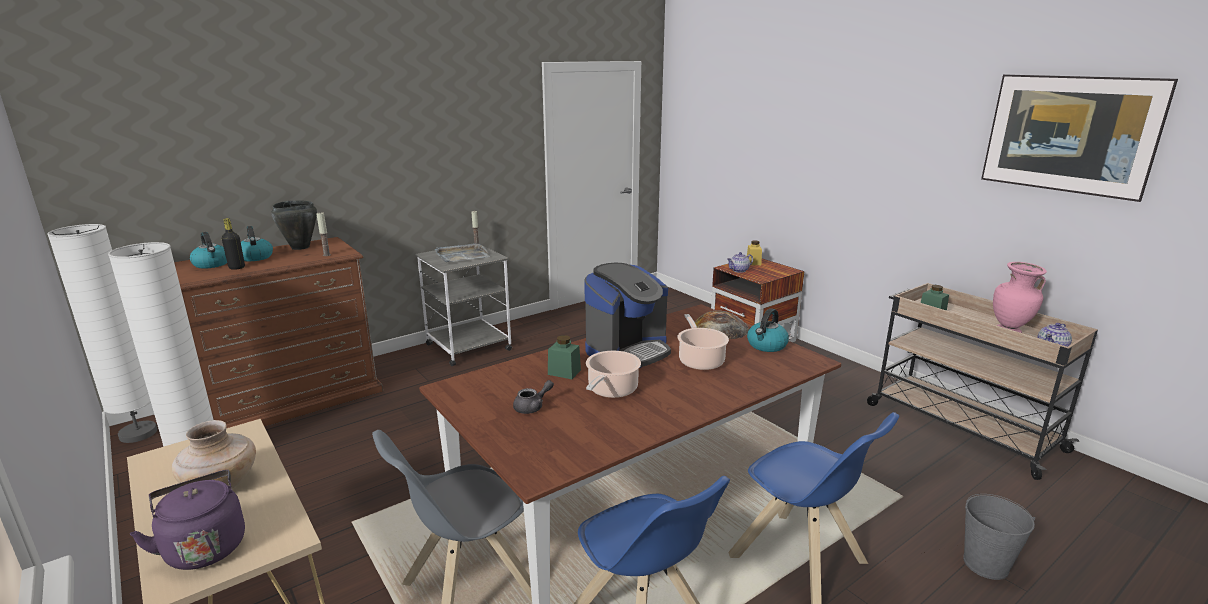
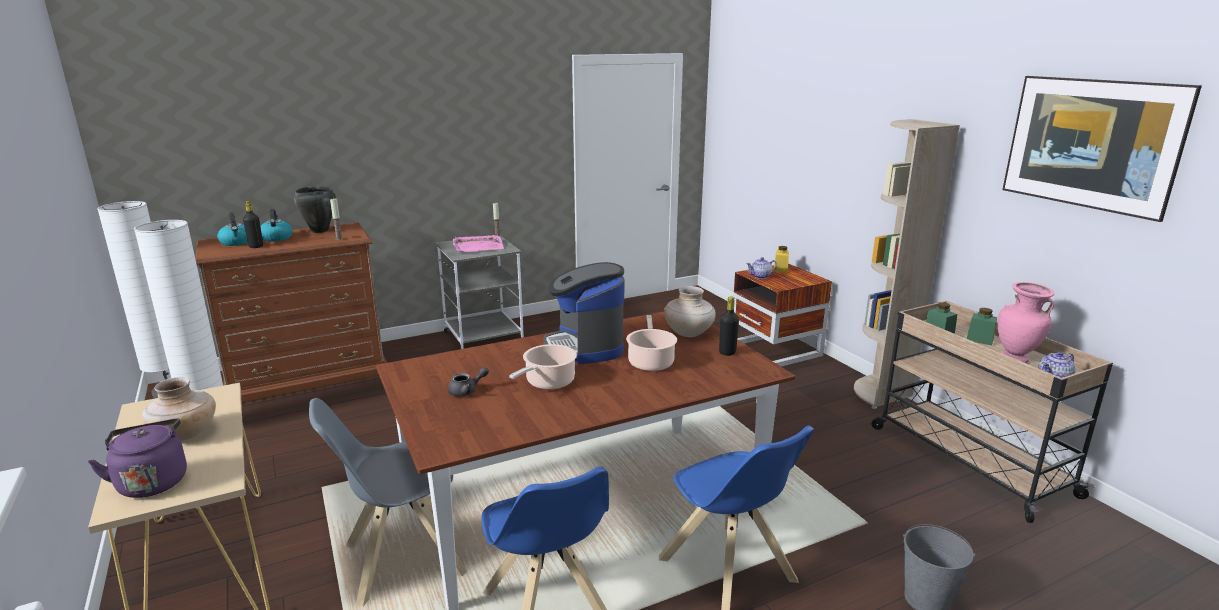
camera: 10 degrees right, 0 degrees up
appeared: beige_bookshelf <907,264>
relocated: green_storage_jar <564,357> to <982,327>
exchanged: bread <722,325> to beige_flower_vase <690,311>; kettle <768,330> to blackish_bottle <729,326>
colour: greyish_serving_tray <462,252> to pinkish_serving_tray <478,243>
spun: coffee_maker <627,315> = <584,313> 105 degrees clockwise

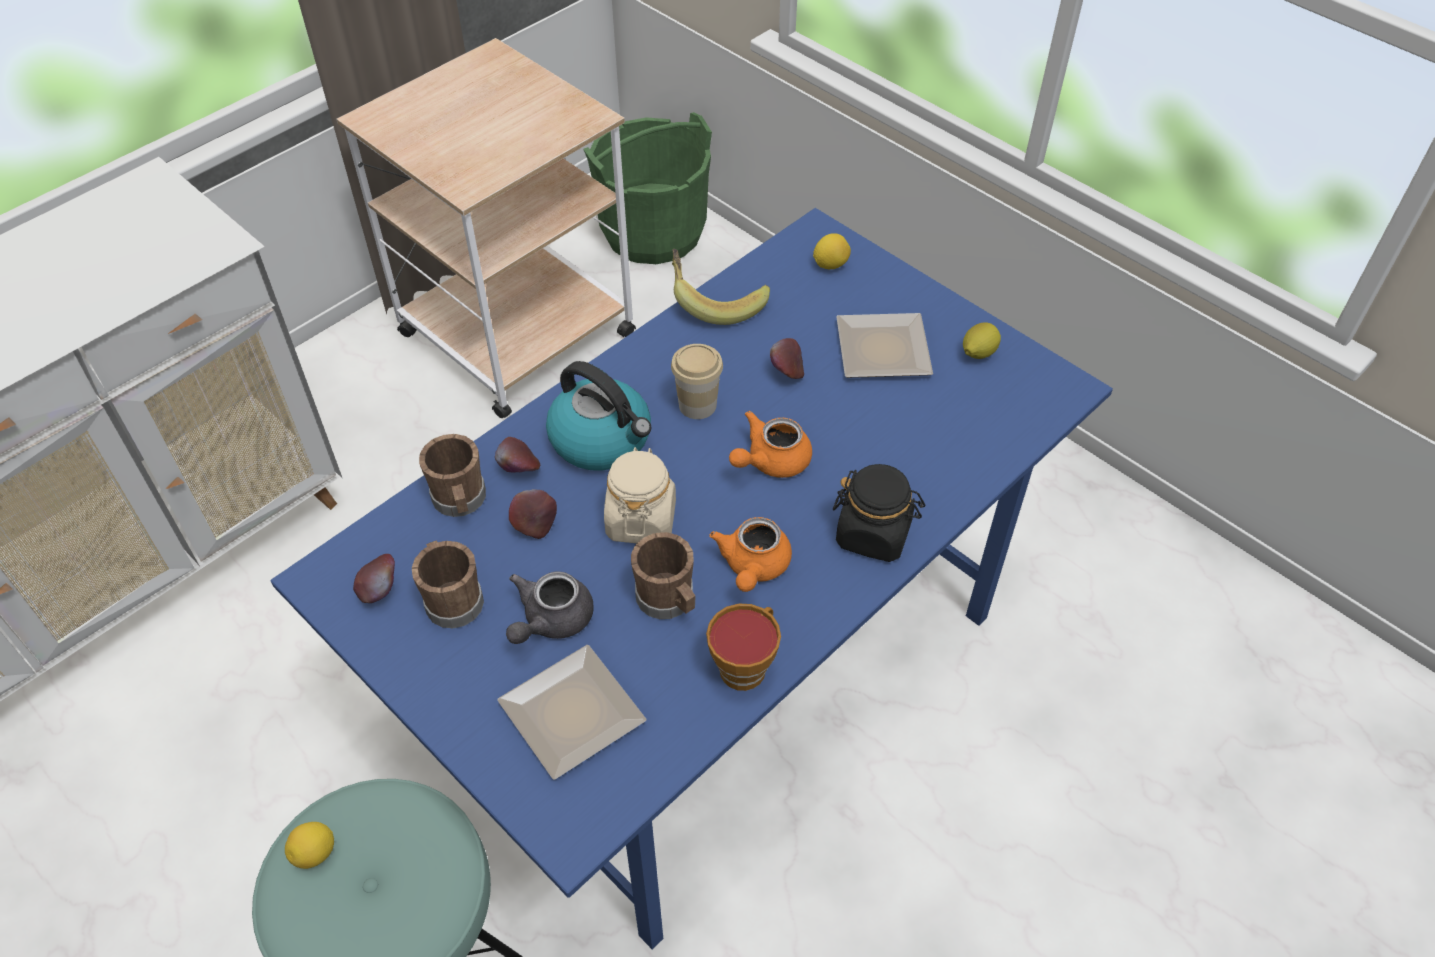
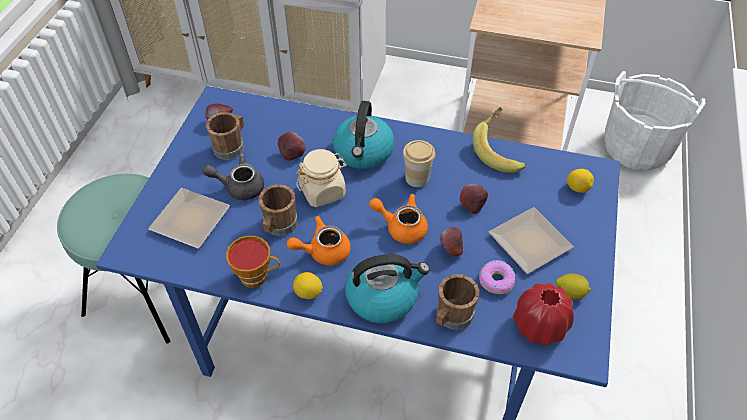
camera: 60 degrees right, 0 degrees up
appeared: doughnut <497,277>; red-coloured_flower_vase <543,314>
relocated: whole_lemon <309,845> to <308,285>; brown_mug <452,475> to <457,302>; whole_apple <517,454> to <451,241>
exchanged: blackish_storage_jar <879,513> to kettle <387,288>
colour: green_water_bucket <648,188> to white-coloured_water_bucket <655,121>

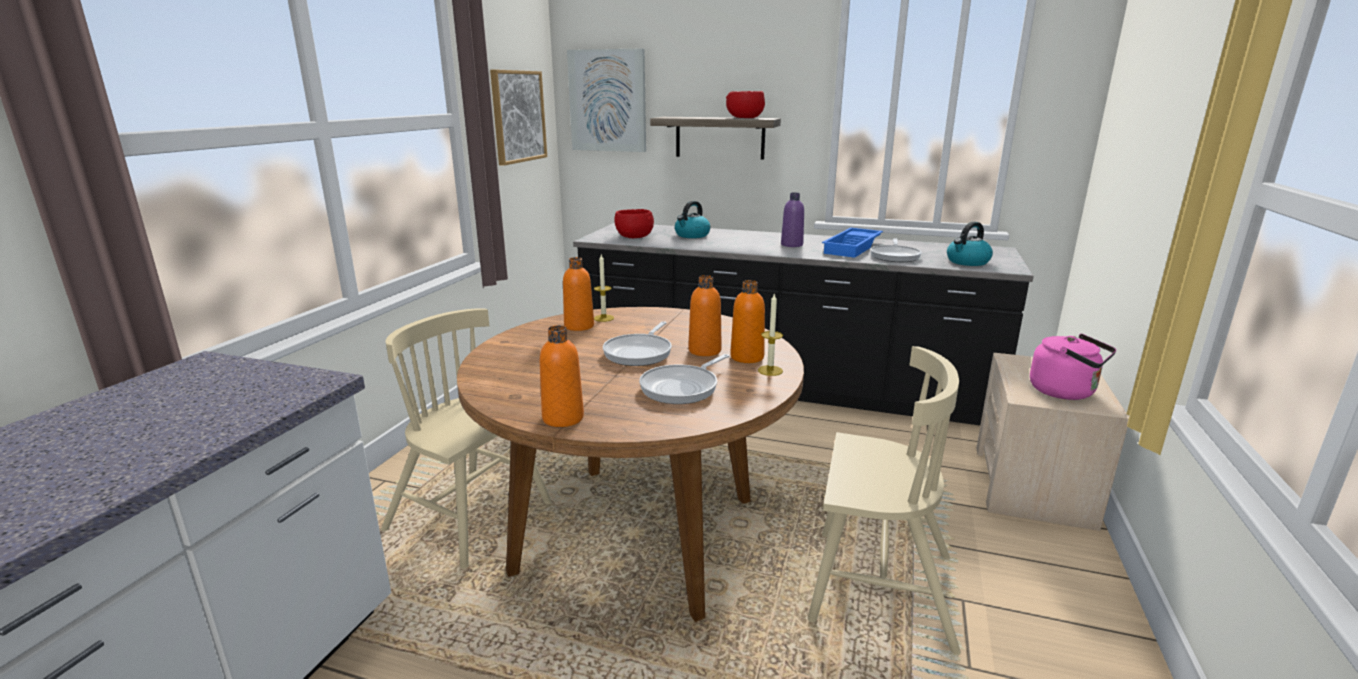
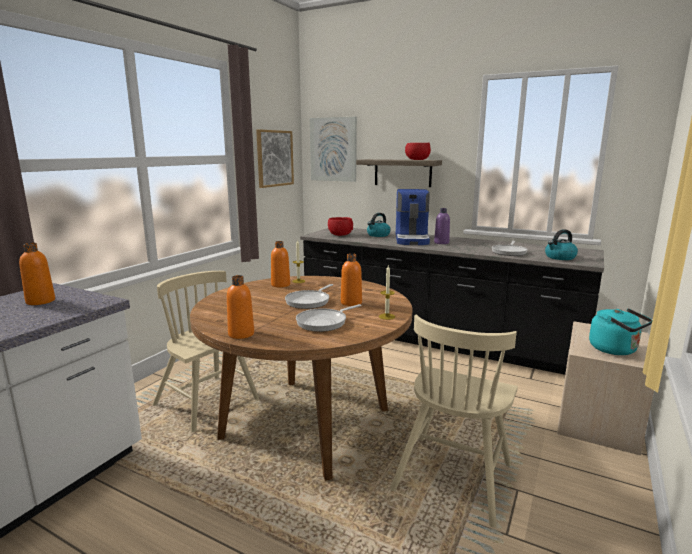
camera: 10 degrees right, 5 degrees down
missing: blue-coloured_serving_tray <852,243>
appeared: coffee_maker <413,217>
relocated: orange_bottle <747,321> to <37,274>
colour: pinkish_kettle <1073,367> to turquoise_kettle <620,331>
spun: beige_chair <884,500> = <454,421> 90 degrees clockwise

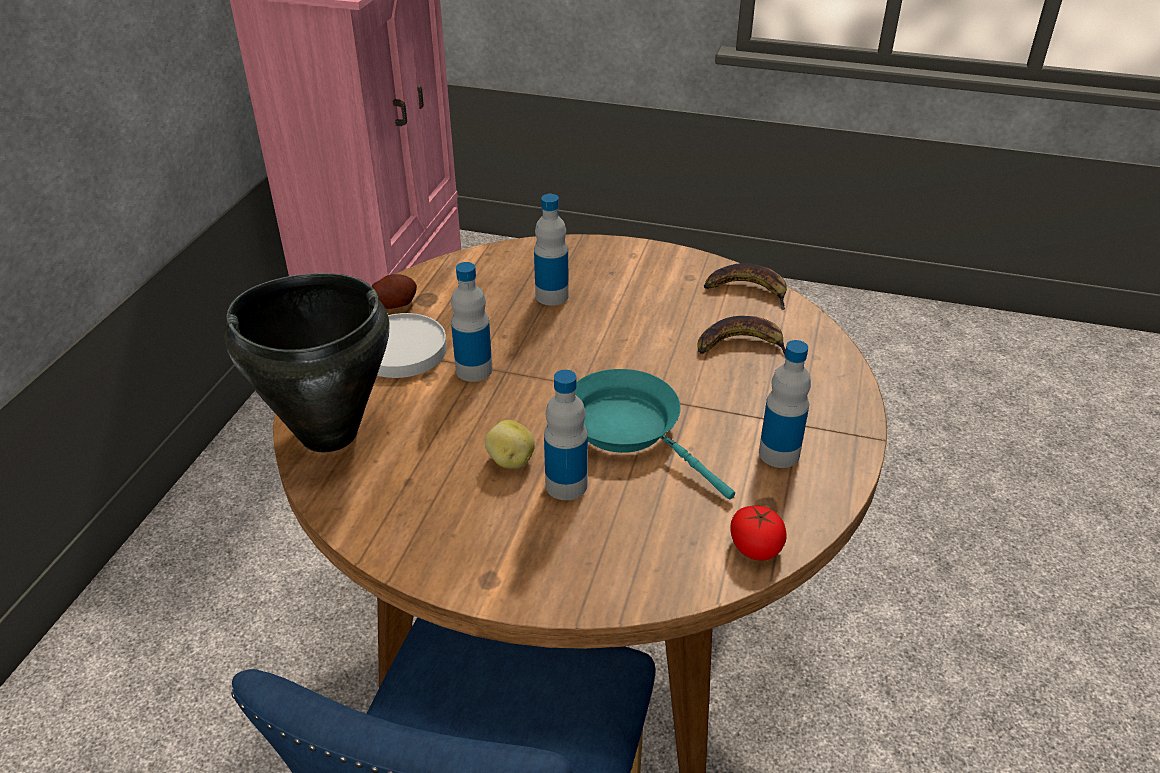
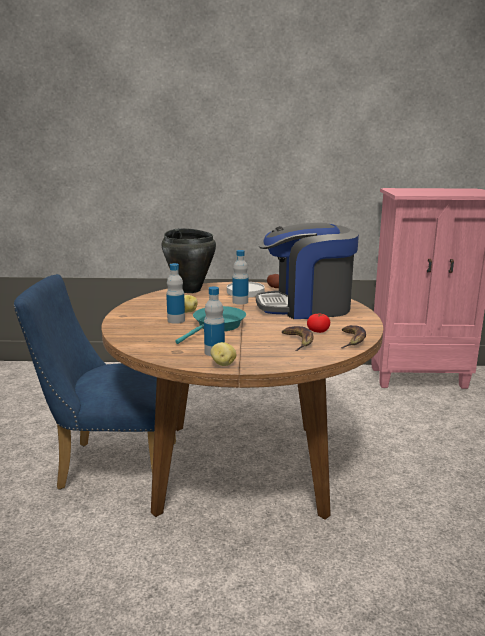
camera: 75 degrees right, 20 degrees down
appeared: spud <223,354>
relocated: tomato <758,533> to <318,323>
exchanged: bottle <551,250> to coffee_maker <307,271>

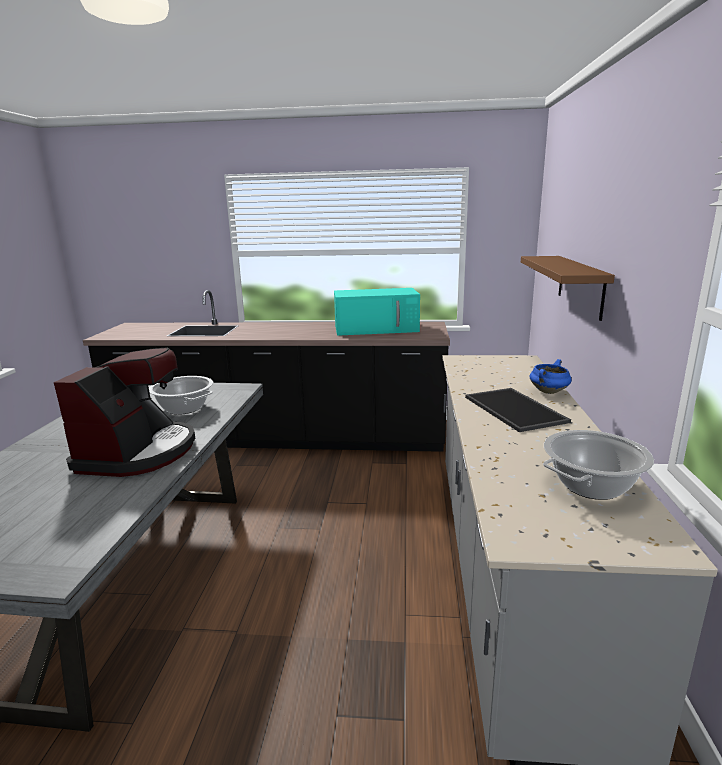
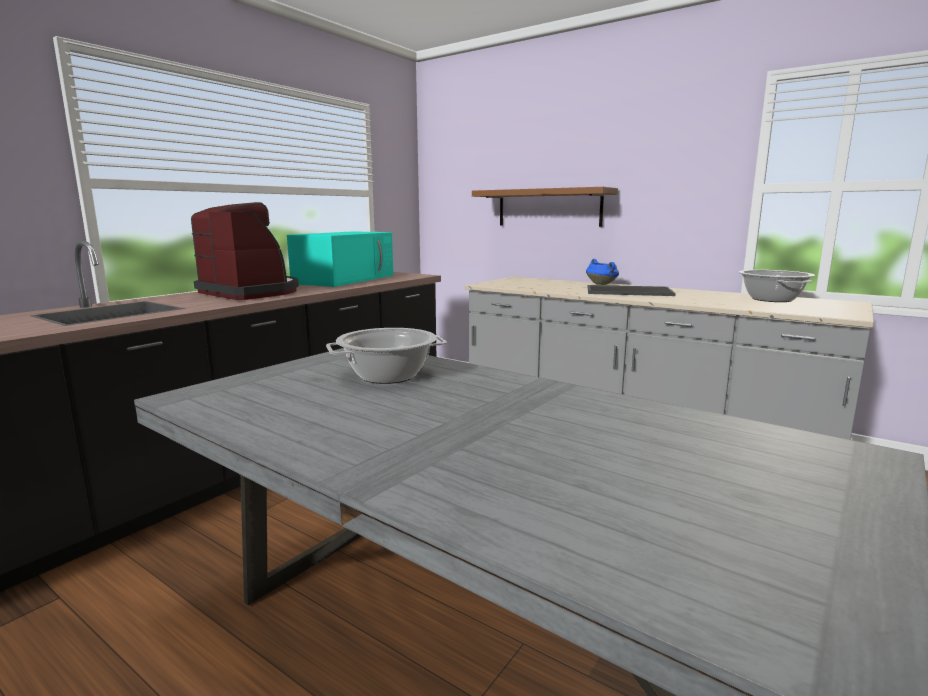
camera: 60 degrees left, 5 degrees down
relocated: coffee_maker <124,412> to <245,251>

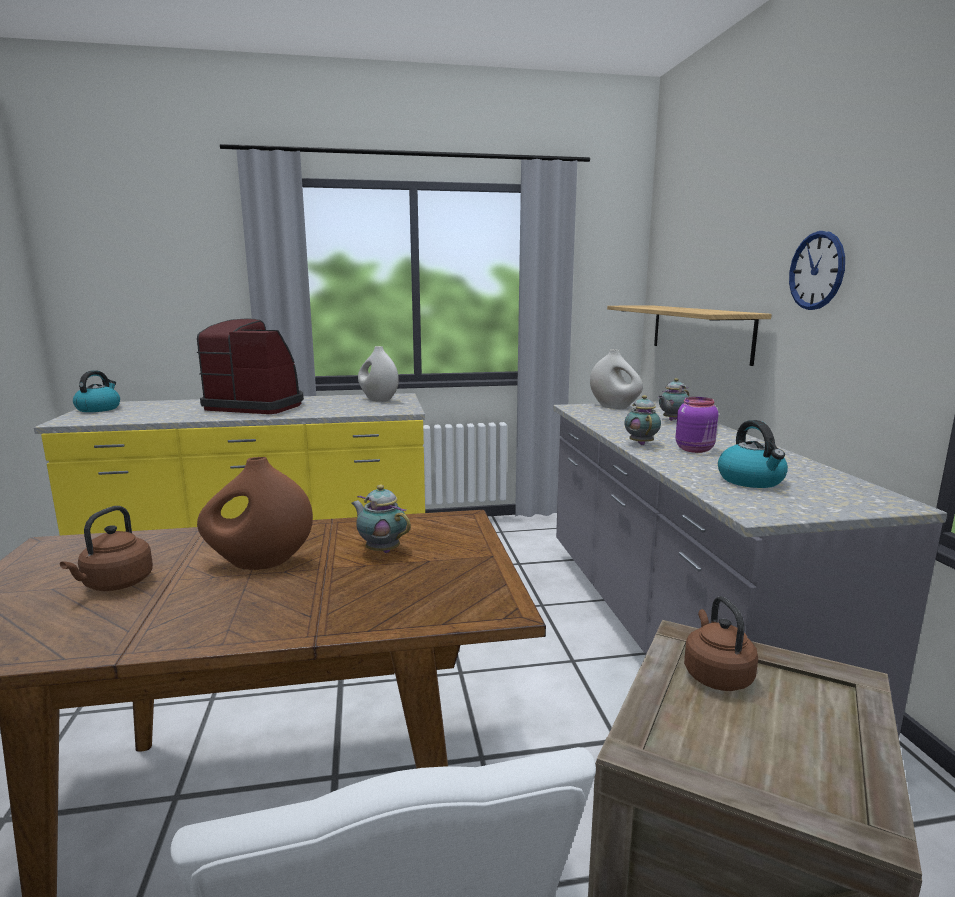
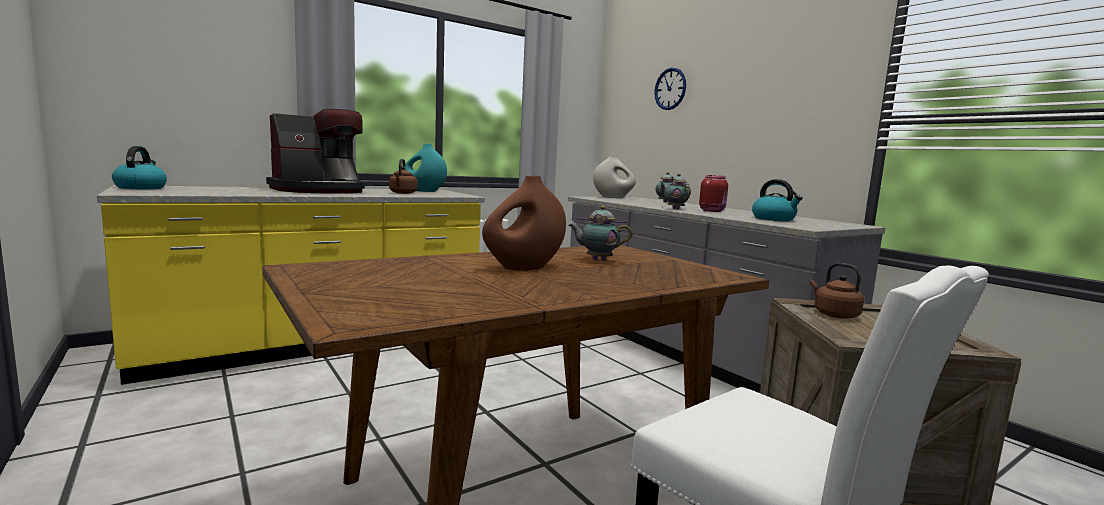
camera: 25 degrees left, 5 degrees down
missing: shelf <689,335>
relocated: brown_kettle <106,548> to <403,176>; wall_clock <817,270> to <670,89>
colour: white-coloured_flower_vase <378,374> to turquoise_flower_vase <426,168>; purplish_storage_jar <697,425> to red-coloured_storage_jar <713,193>
spun: coffee_maker <250,366> = <315,151> 150 degrees clockwise

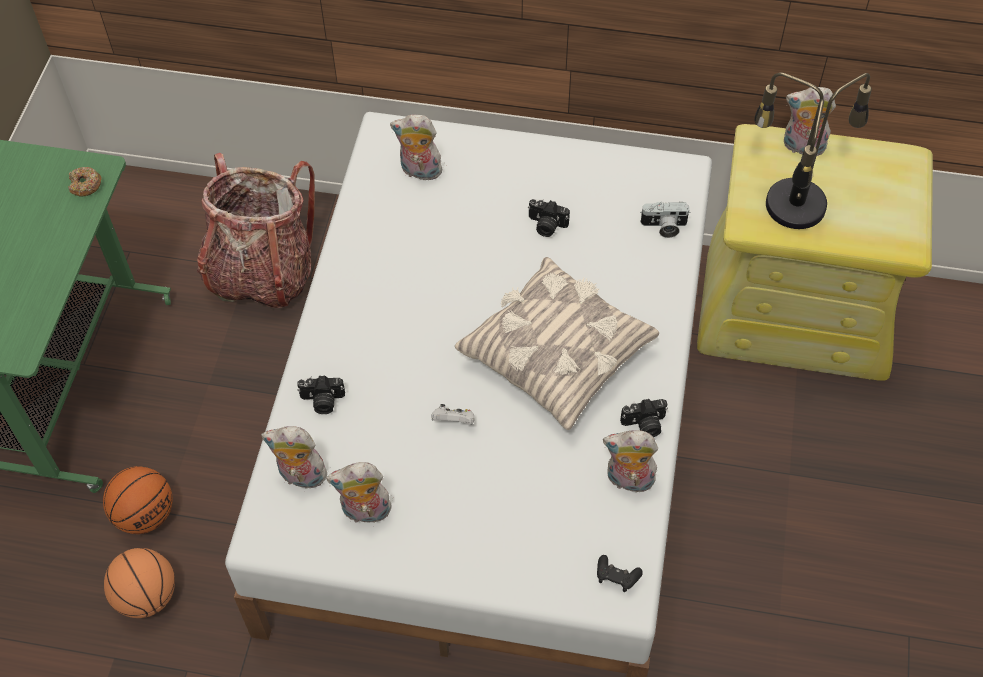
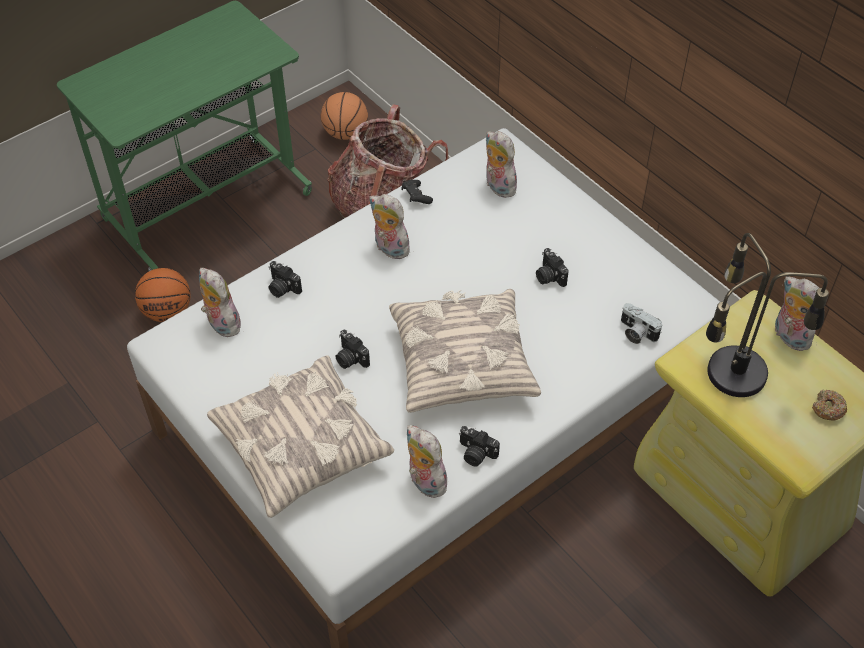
camera: 40 degrees right, 5 degrees down
appeared: beige_throw_pillow <300,436>
relocated: doughnut <85,182> to <829,405>; basketball <139,583> to <344,116>; cuddly_toy <359,492> to <389,226>; blackish_game_controller <620,573> to <417,192>
exchanged: white-coloured_game_controller <453,414> to still_camera <353,349>

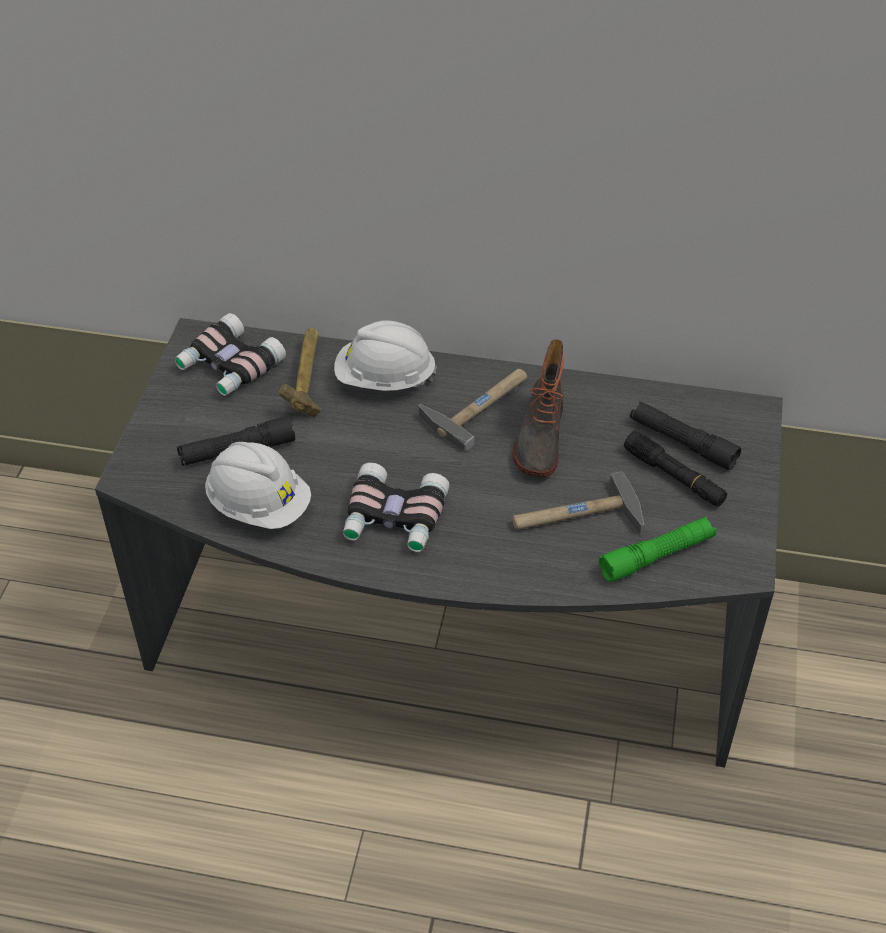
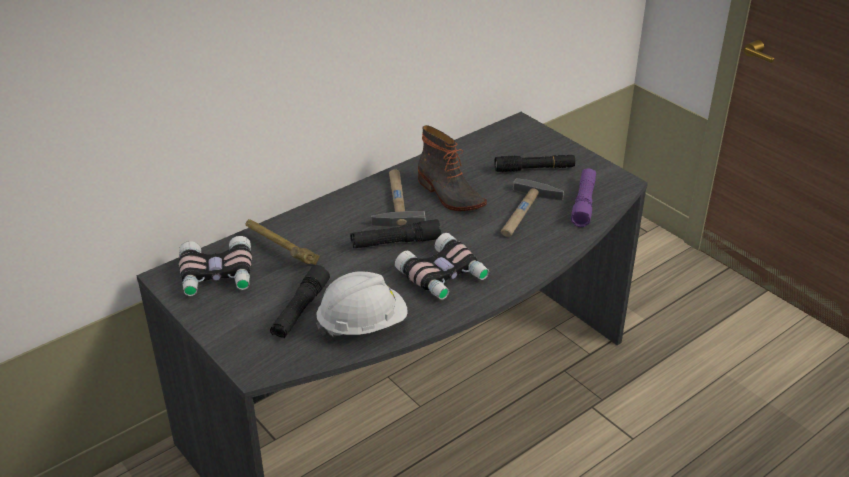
camera: 50 degrees left, 10 degrees down
missing: white-coloured_hard_hat <385,355>
relocated: blackish_flashlight <685,435> to <395,233>
colour: green_flashlight <658,549> to purplish_flashlight <583,198>

